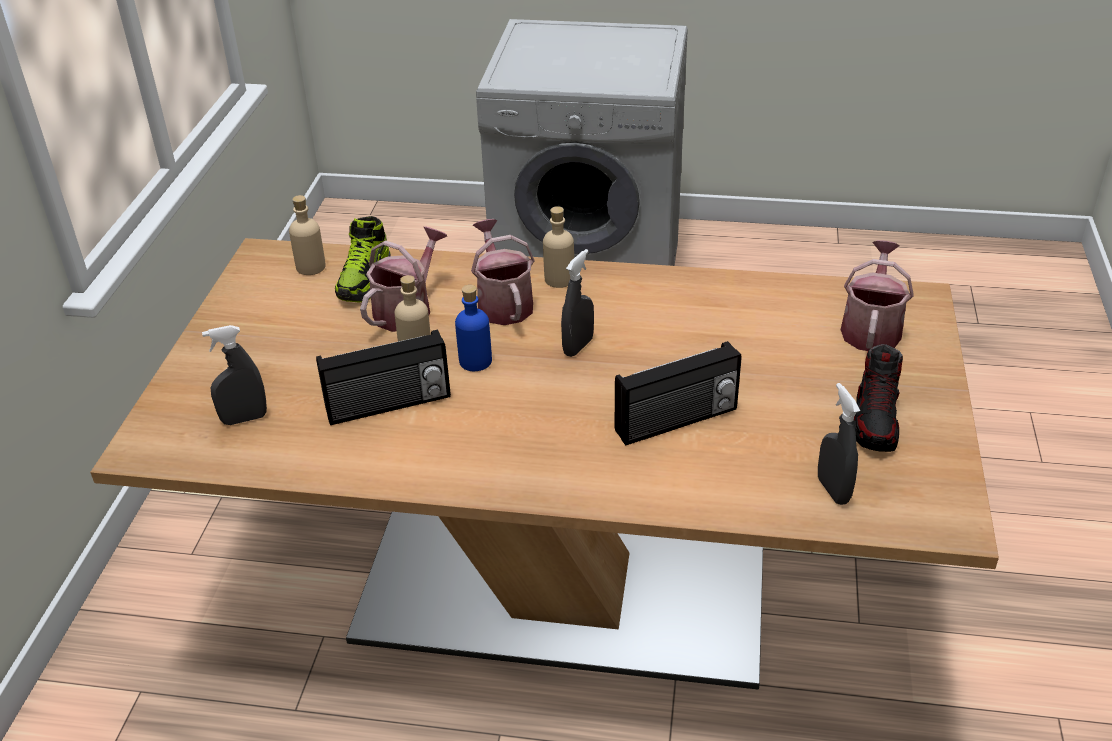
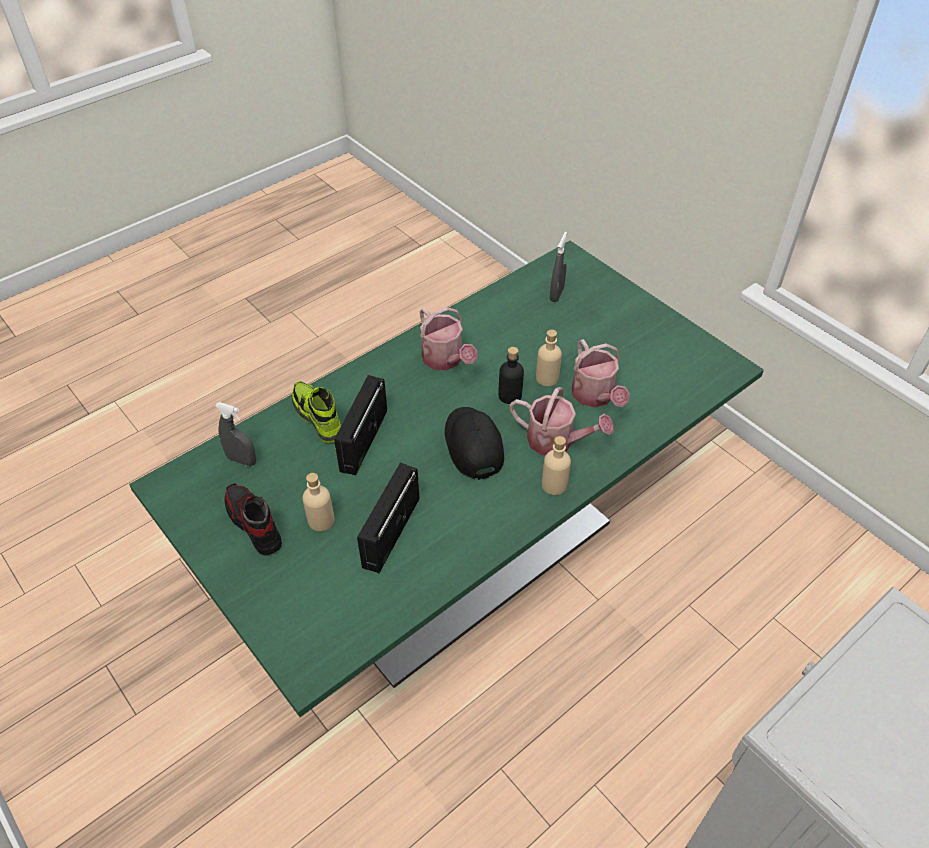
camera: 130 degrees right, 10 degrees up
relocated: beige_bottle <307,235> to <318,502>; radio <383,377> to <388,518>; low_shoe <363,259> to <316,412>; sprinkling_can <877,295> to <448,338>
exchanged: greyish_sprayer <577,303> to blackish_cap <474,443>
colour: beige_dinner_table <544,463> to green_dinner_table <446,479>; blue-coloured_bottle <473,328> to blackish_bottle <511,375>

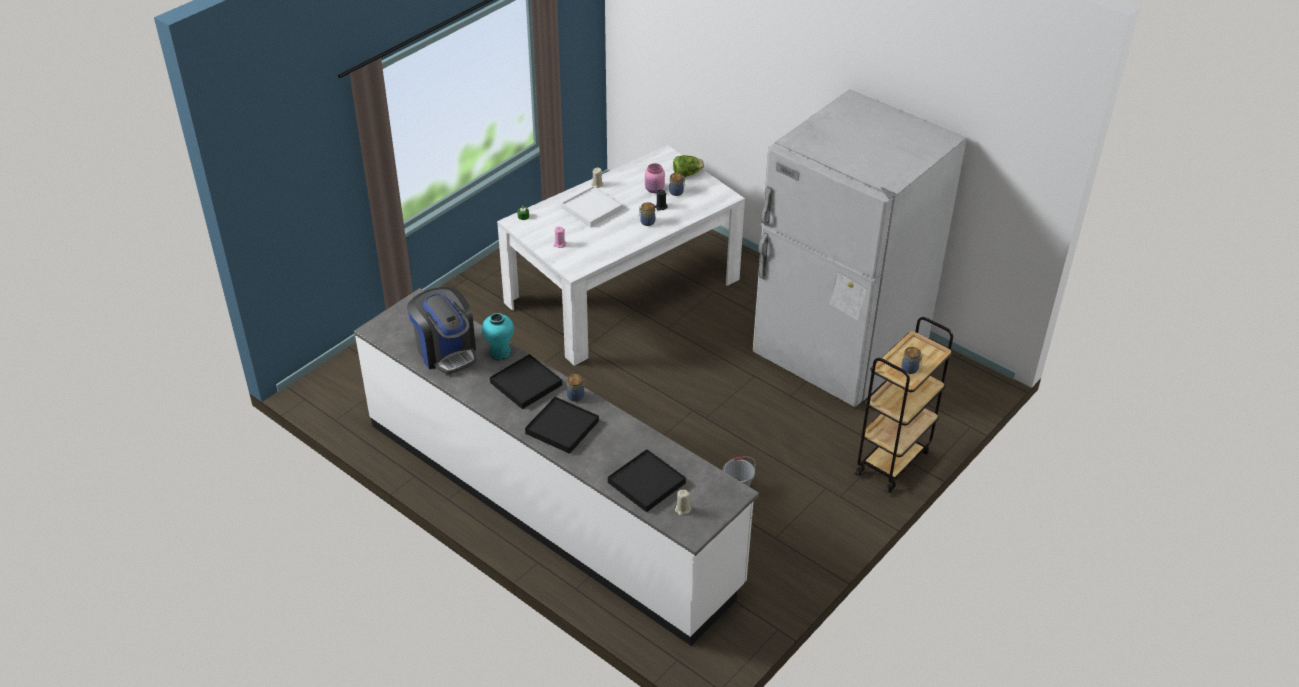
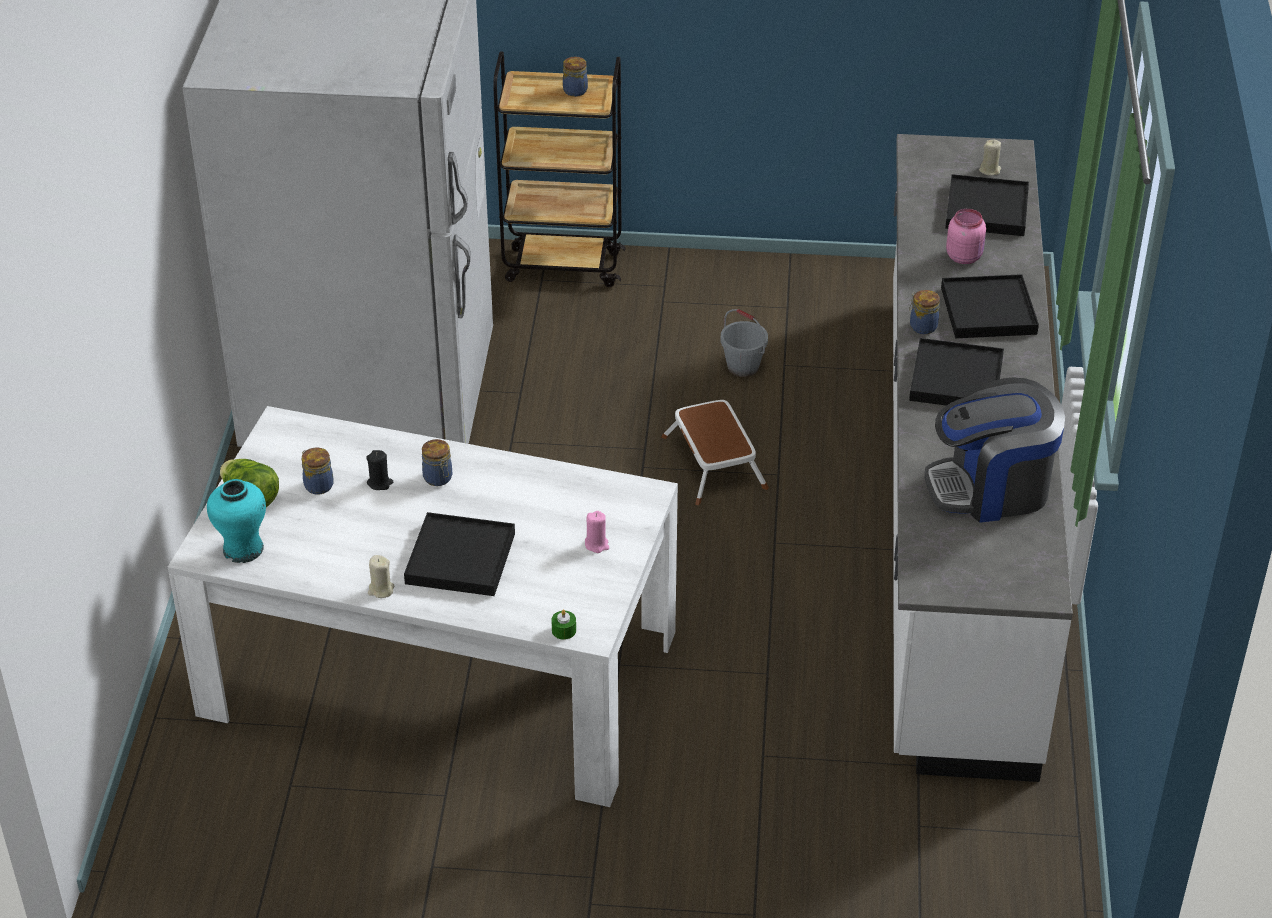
camera: 125 degrees left, 0 degrees up
appeared: brown_step_ladder <715,453>
relocated: turquoise_flower_vase <498,337> to <236,521>; pinkish_storage_jar <655,178> to <966,236>
colour: white-coloured_serving_tray <592,206> to blackish_serving_tray <459,554>
spun: coffee_maker <442,330> = <995,450> 120 degrees counterclockwise

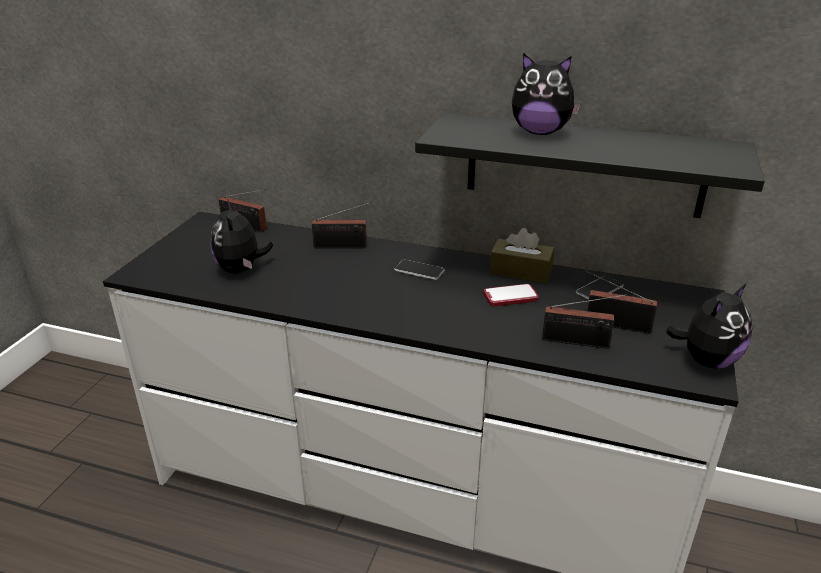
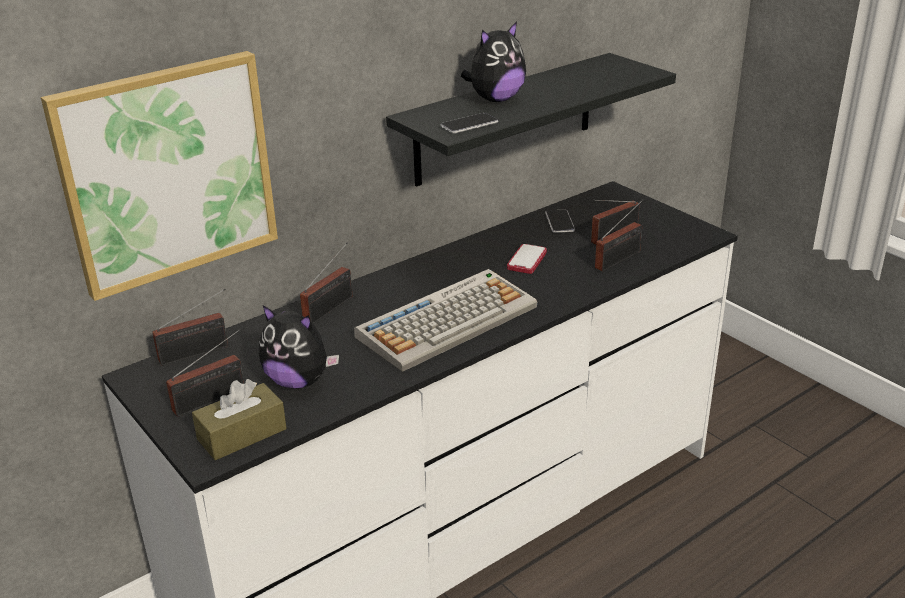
camera: 55 degrees left, 0 degrees up
missing: cuddly_toy <709,326>
appeared: wall_art <159,176>; radio <205,373>; keyboard <445,320>
relocated: telephone <419,270> to <469,123>; brown_tissue_holder <522,256> to <239,419>

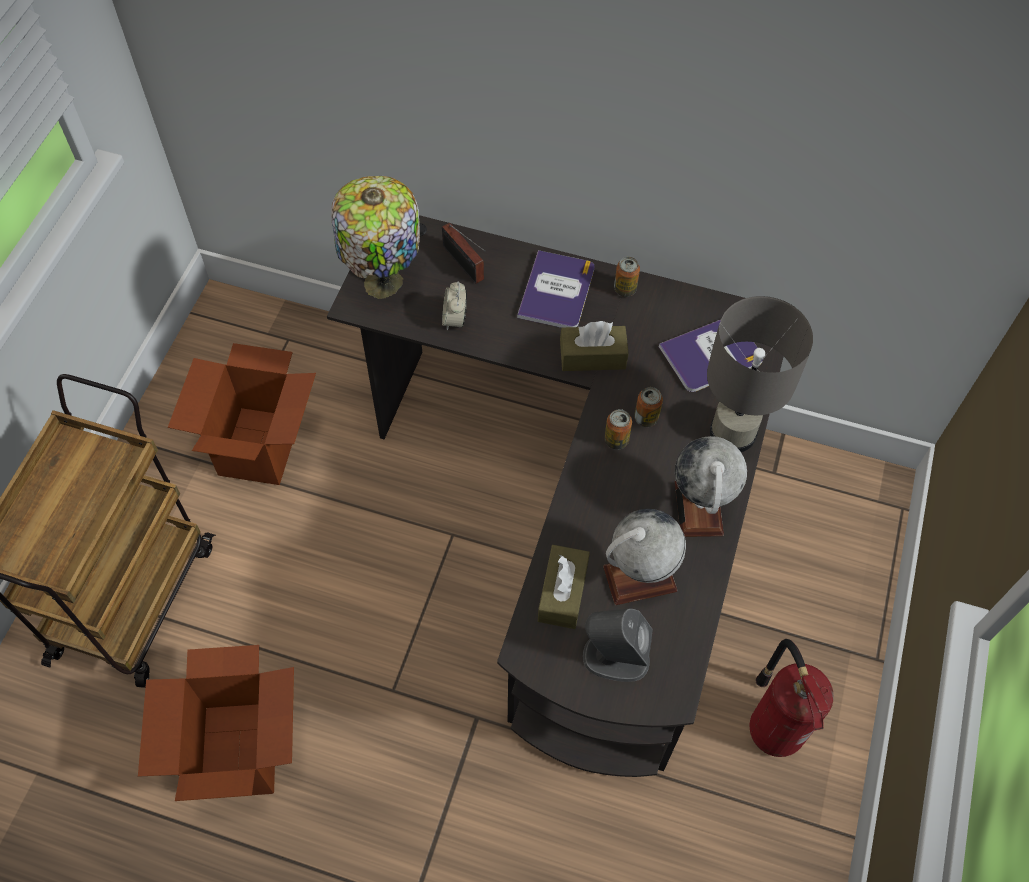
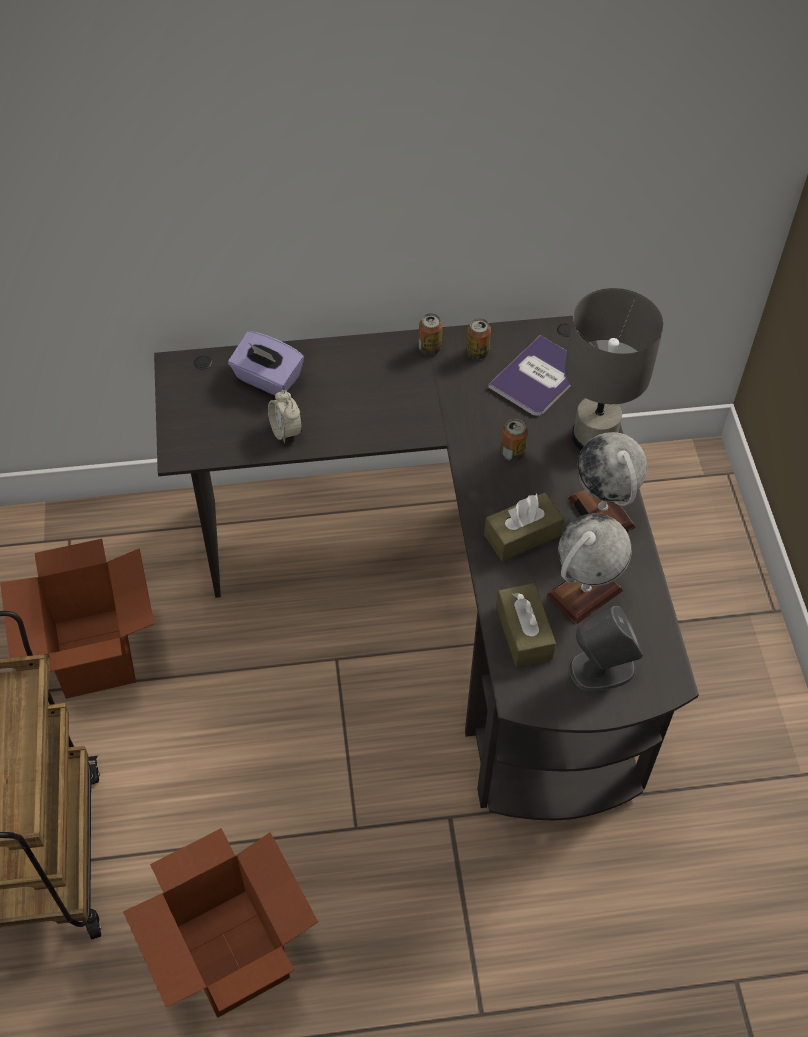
camera: 25 degrees left, 5 degrees down
missing: lamp_for_a_table <375,237>; bound_book <556,289>; extinguisher <792,698>
relocated: brown_tissue_holder <594,346> to <524,527>; sealed_can <618,429> to <478,339>
exchanged: radio <463,253> to purplish_tissue_holder <266,363>

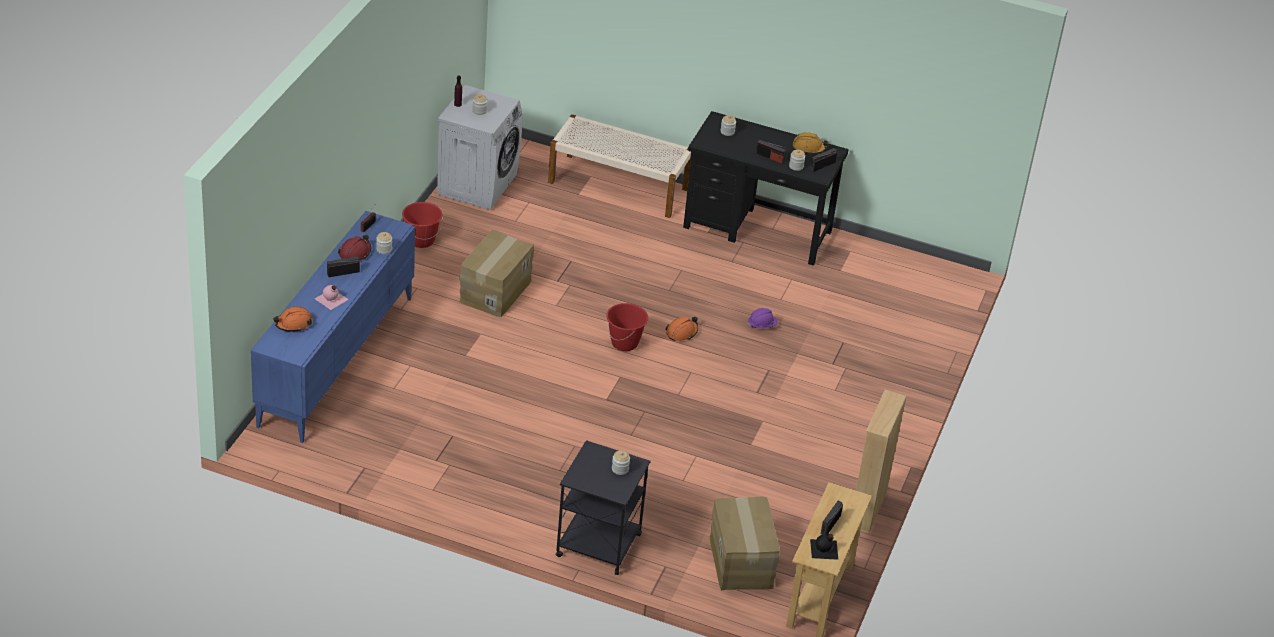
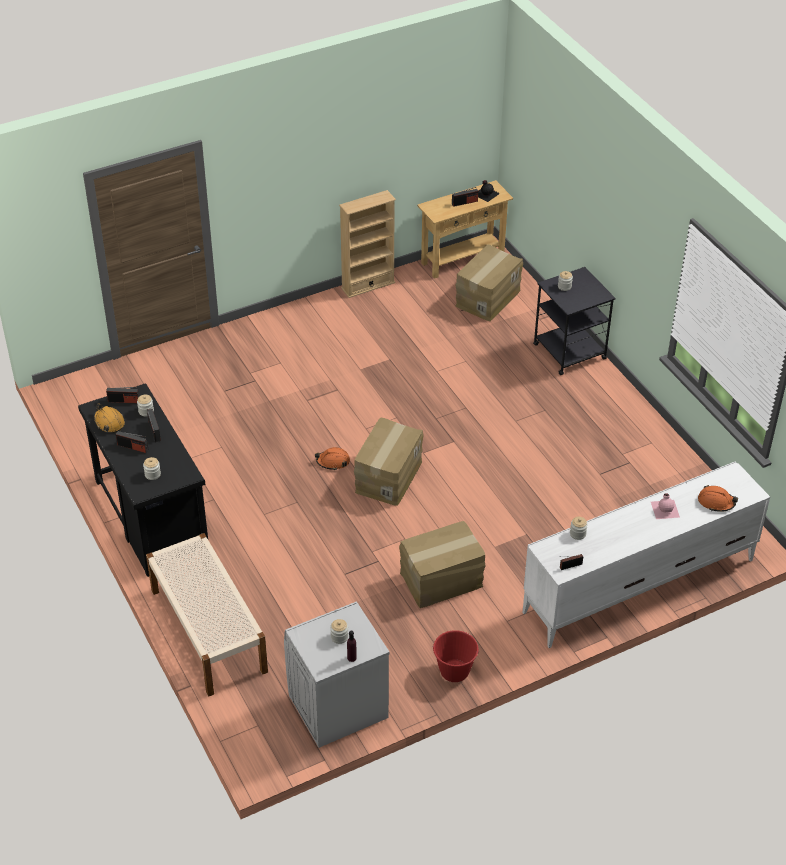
camera: 135 degrees left, 5 degrees up
missing: red-coloured_hard_hat <354,248>; purplish_hard_hat <763,318>
relocated: radio <343,266> to <132,442>
exchanged: red-coloured_water_bucket <627,327> to carton <389,462>
colour: blue-coloured_cupboard <333,327> to white-coloured_cupboard <646,554>

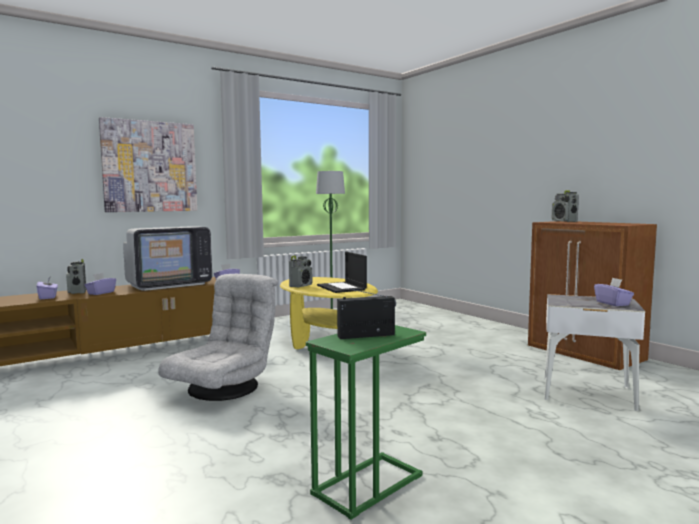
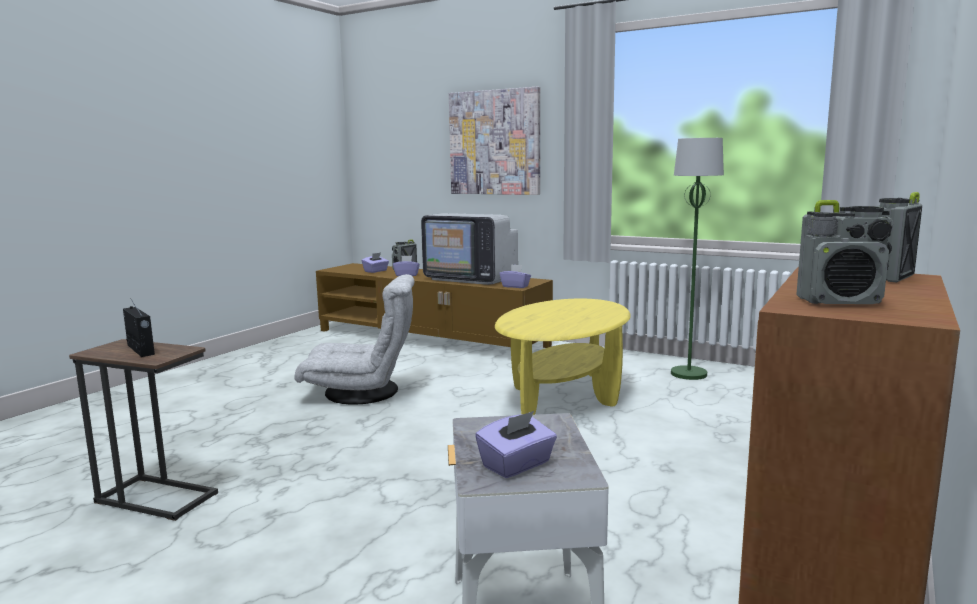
camera: 65 degrees right, 5 degrees up
missing: laptop <342,272>
relocated: radio <300,272> to <844,252>
colour: green_accent_table <366,422> to brown_accent_table <143,430>

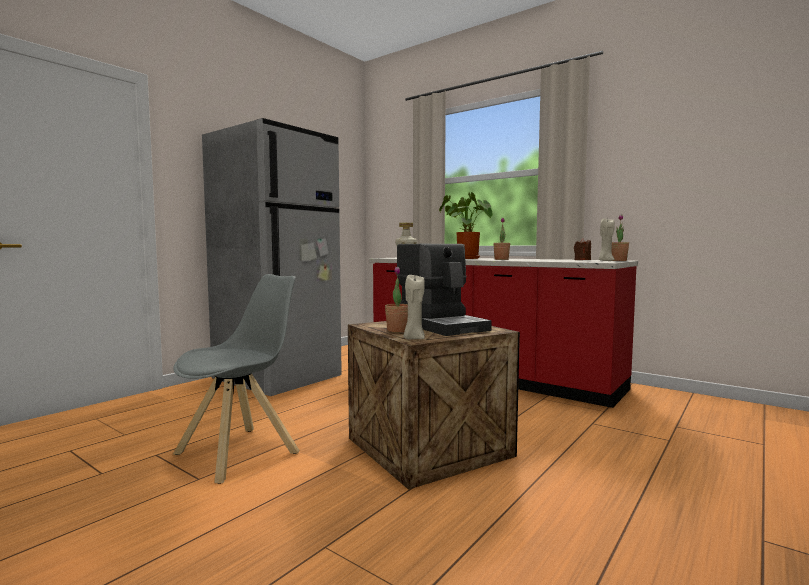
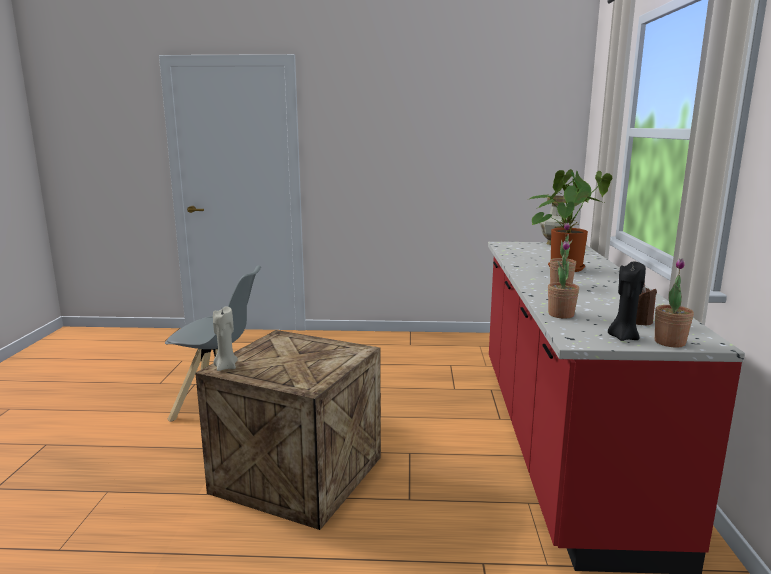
camera: 55 degrees right, 10 degrees up
missing: greyish_kitchen_fridge <272,257>; coffee_maker <444,290>
relocated: houseplant <396,299> to <563,280>
colour: beige_wax_candle <607,240> to blackish_wax_candle <627,301>

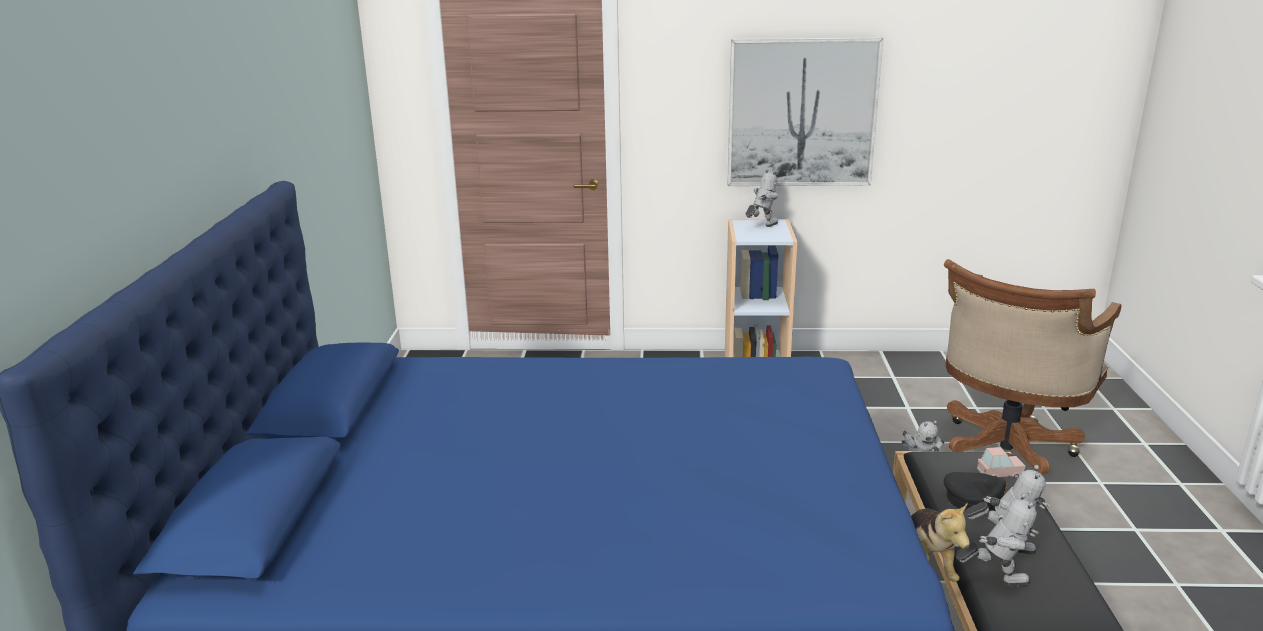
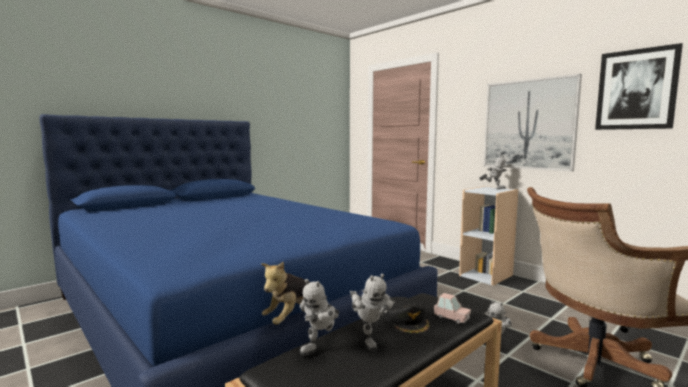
camera: 45 degrees right, 15 degrees down
appeared: wall_art <639,86>
spun: robot_figure <997,539> = <319,317> 75 degrees clockwise

